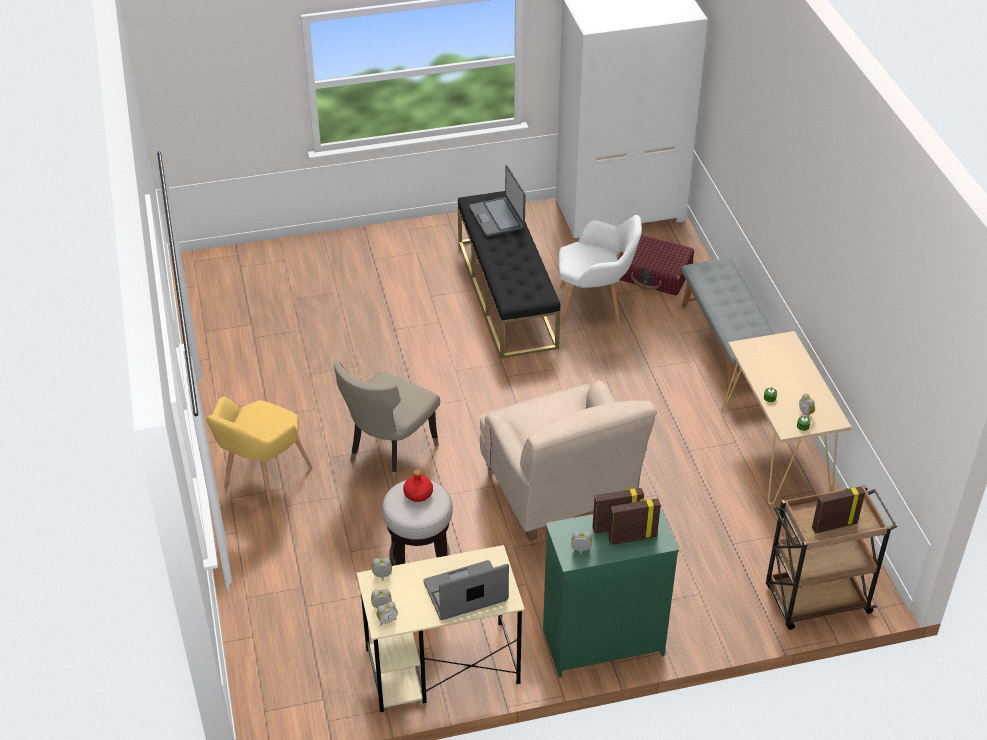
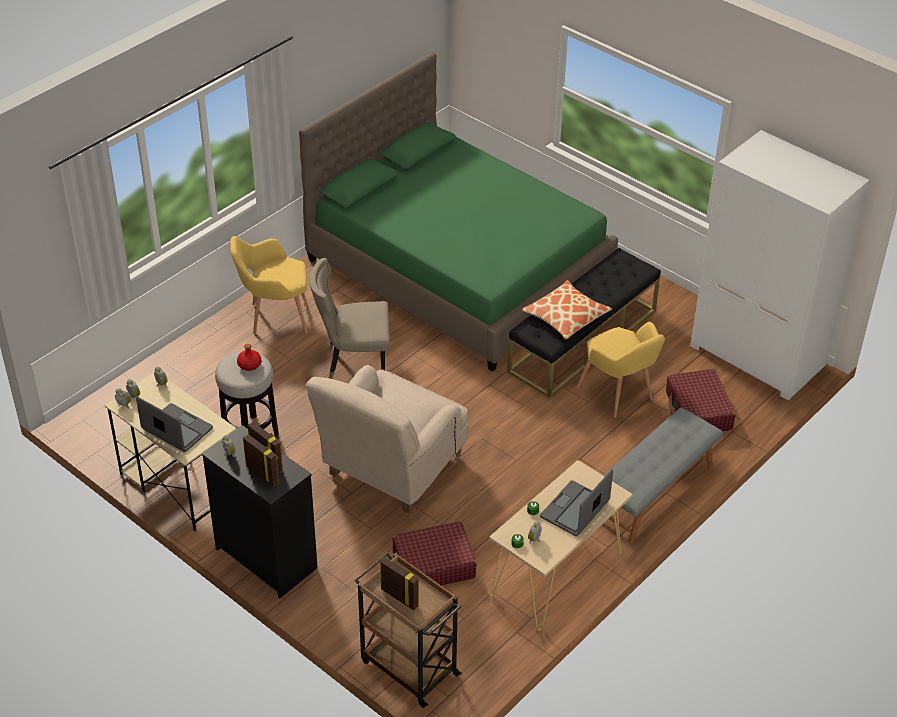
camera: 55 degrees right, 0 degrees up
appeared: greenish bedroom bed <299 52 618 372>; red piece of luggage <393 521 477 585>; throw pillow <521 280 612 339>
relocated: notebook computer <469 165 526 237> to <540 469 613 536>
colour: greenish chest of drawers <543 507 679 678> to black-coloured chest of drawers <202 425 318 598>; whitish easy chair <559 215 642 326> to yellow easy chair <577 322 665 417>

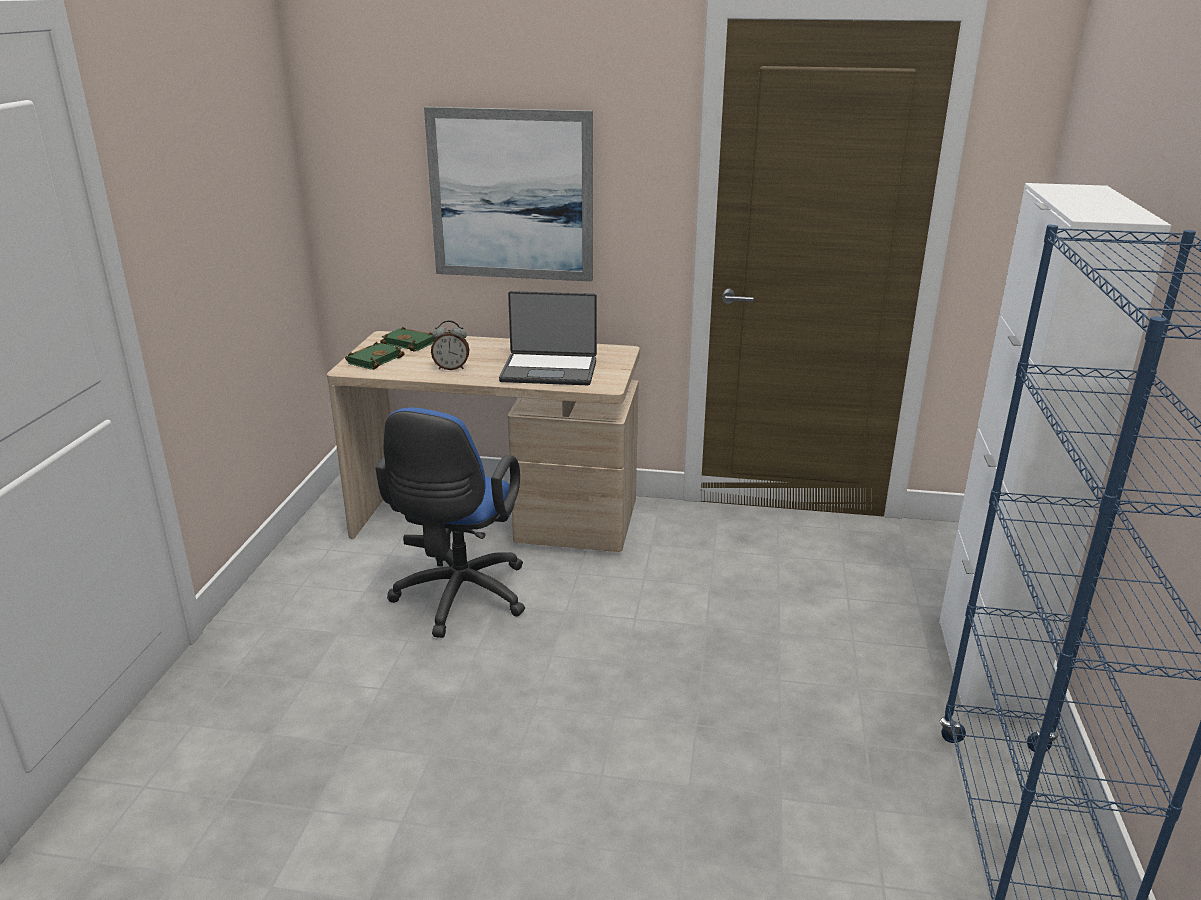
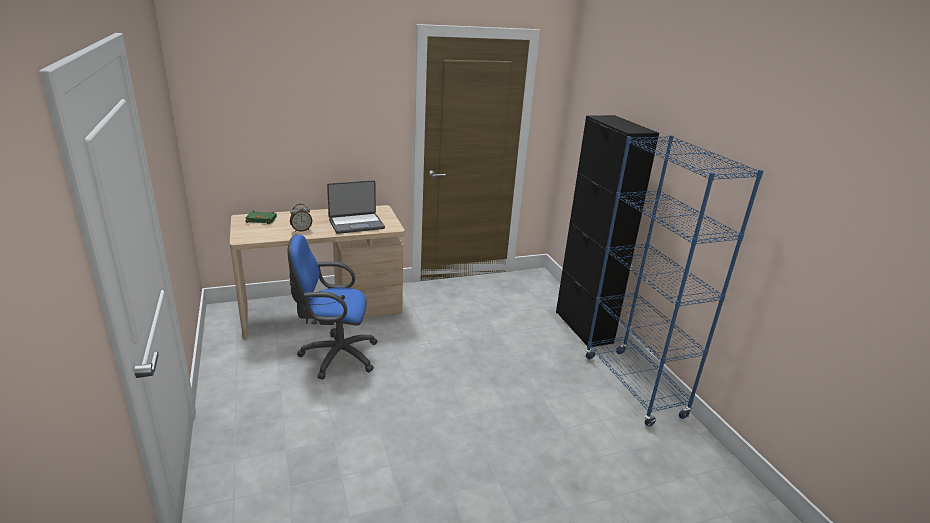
camera: 30 degrees left, 0 degrees up
missing: greenish book <345 342 405 370>; picture <424 107 593 282>
colour: whitish storage cabinet <939 183 1171 724> to black-coloured storage cabinet <556 115 659 348>
spun: blue desk chair <376 407 525 638> = <287 235 378 379> 105 degrees clockwise

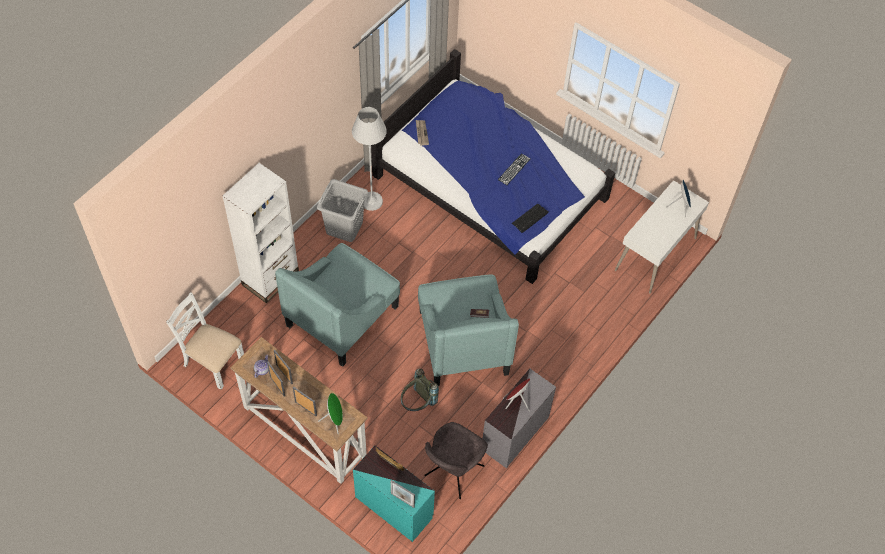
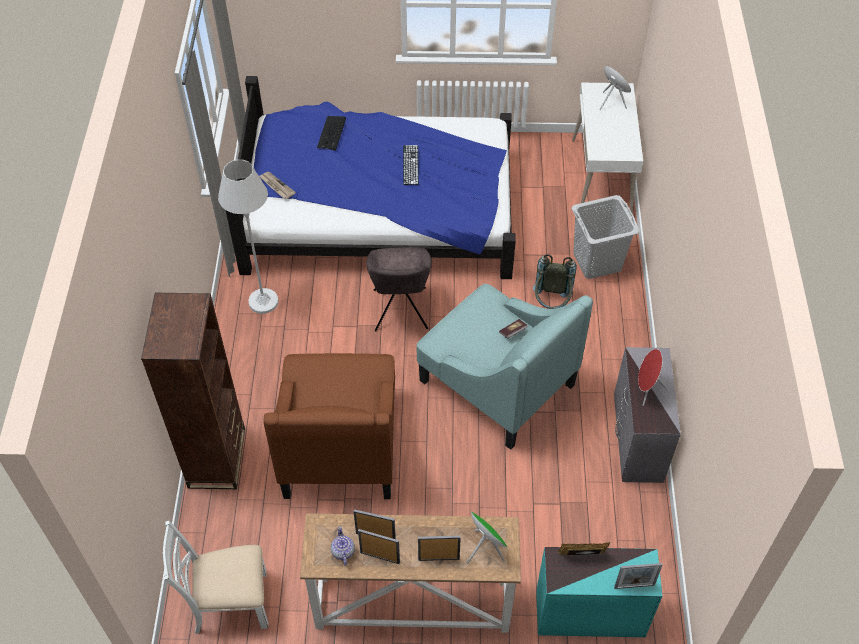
camera: 35 degrees left, 5 degrees down
relocated: gray hamper <317 179 368 242> to <572 195 639 279>; gray backpack <401 368 439 411> to <533 254 577 309>; gray plain chair <424 422 488 499> to <366 247 432 331>; PC keyboard <512 204 549 233> to <317 116 346 150>
colour: whitish bookshelf <222 163 299 303> to brownish bookshelf <141 293 245 489>; turquoise-coloured easy chair <275 243 400 367> to brownish easy chair <263 353 395 499>

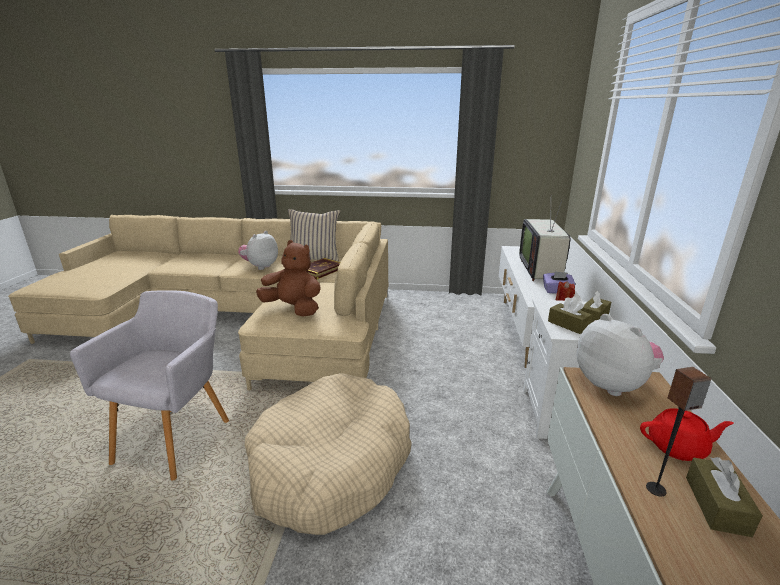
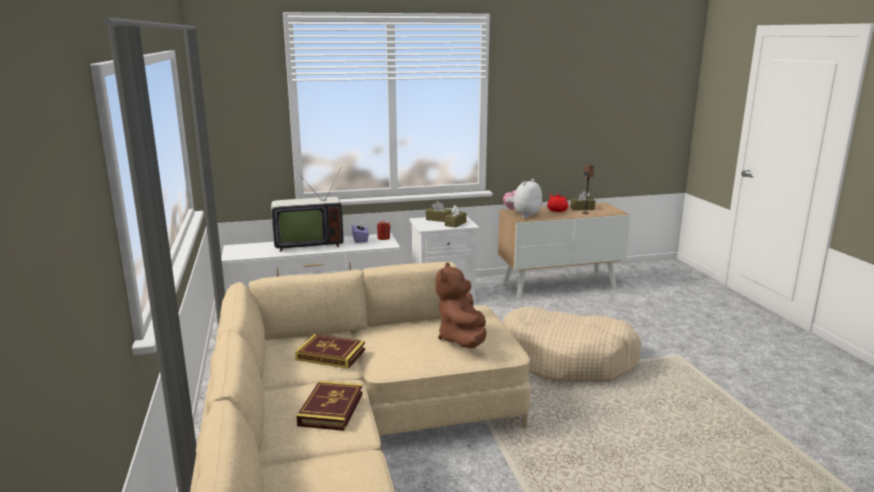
camera: 110 degrees left, 5 degrees down
missing: gray easy chair <70 290 229 481>; beige throw pillow <288 209 340 262>
exchanged: plush toy <238 231 278 270> to book <296 381 363 431>

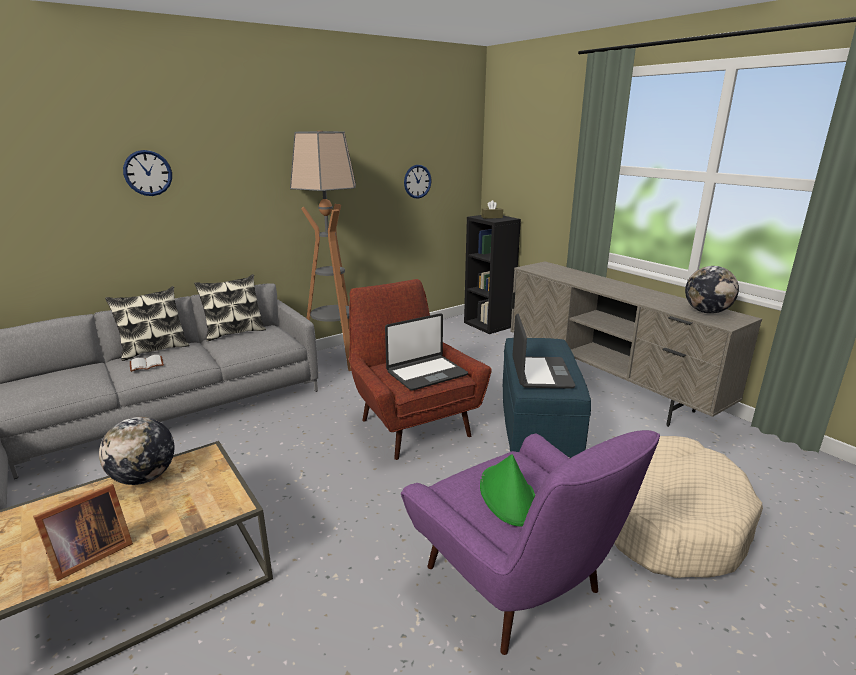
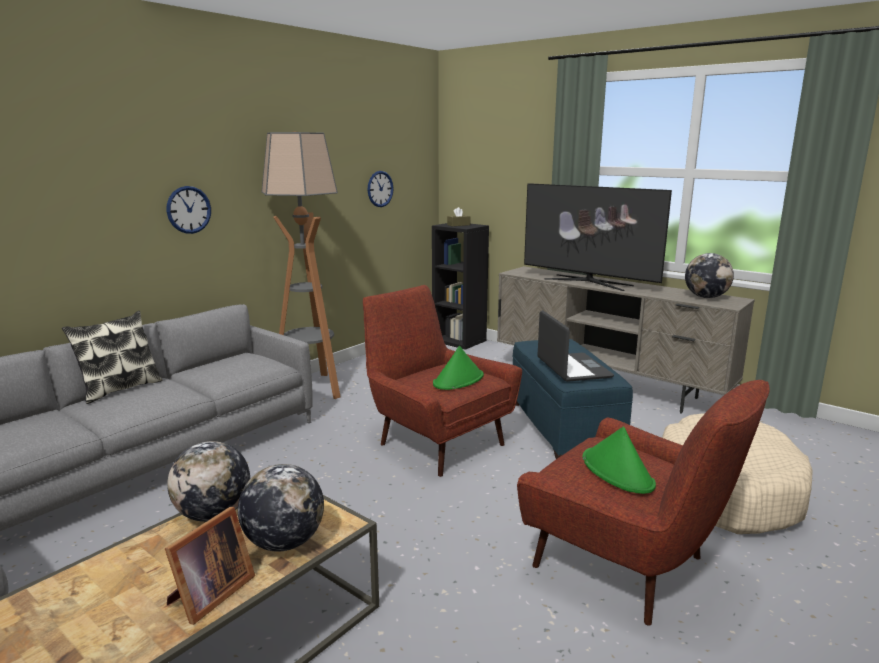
camera: 15 degrees left, 5 degrees down
missing: whitish book <130 355 164 372>; throw pillow <194 274 266 341>
appeared: desk globe <238 464 324 552>; TV <524 183 672 291>
relocated: wall clock <123 150 172 196> to <167 186 211 234>
exchanged: notebook computer <385 313 468 390> to greenish wearable hat <433 346 484 390>
colour: purplish easy chair <401 430 660 655> to red easy chair <517 380 770 626>

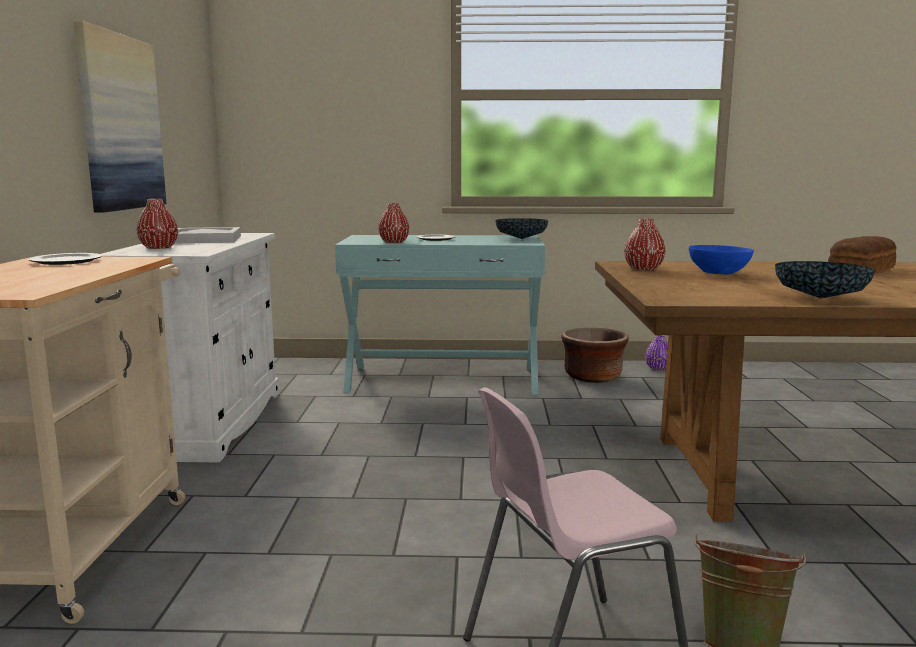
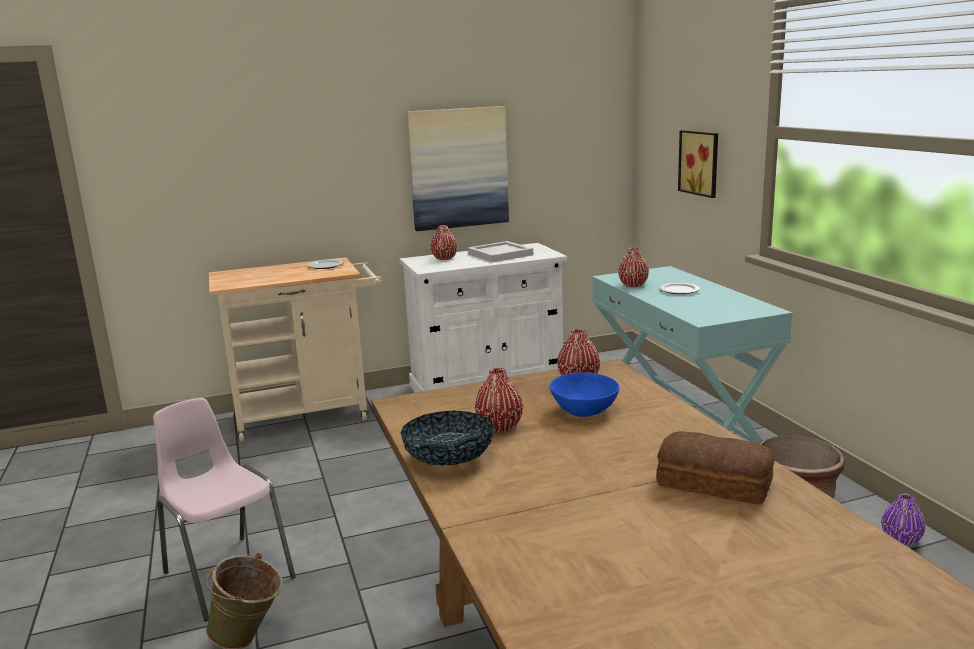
camera: 70 degrees right, 5 degrees up
missing: deep dish <495 218 548 239>
appeared: red decorative vase <475 368 523 432>; picture <678 130 718 198>

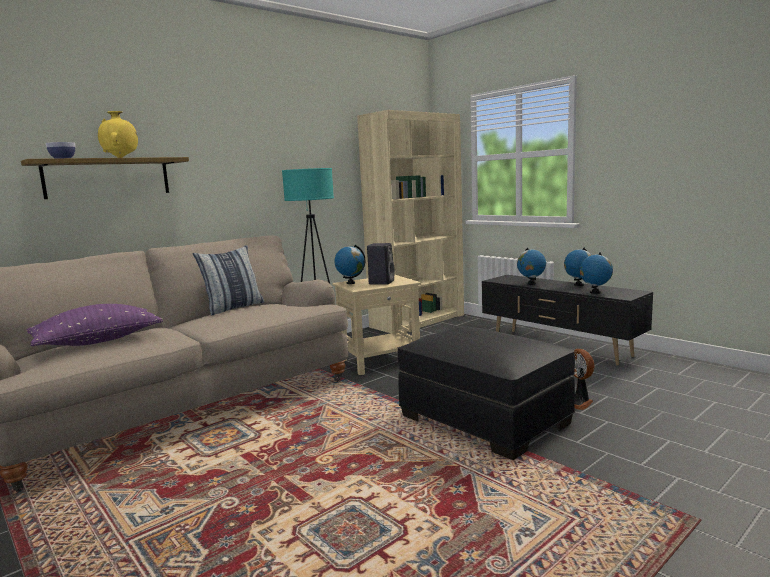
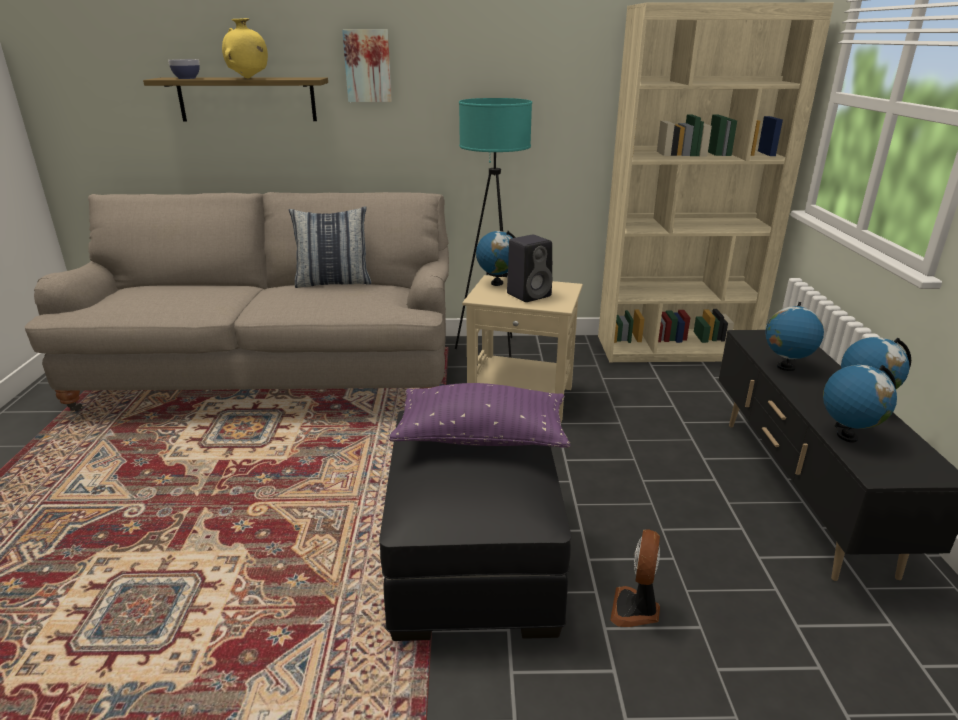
camera: 40 degrees right, 15 degrees up
appeared: picture <342 29 392 102>
relocated: purplish throw pillow <27 304 163 346> to <389 383 571 448>

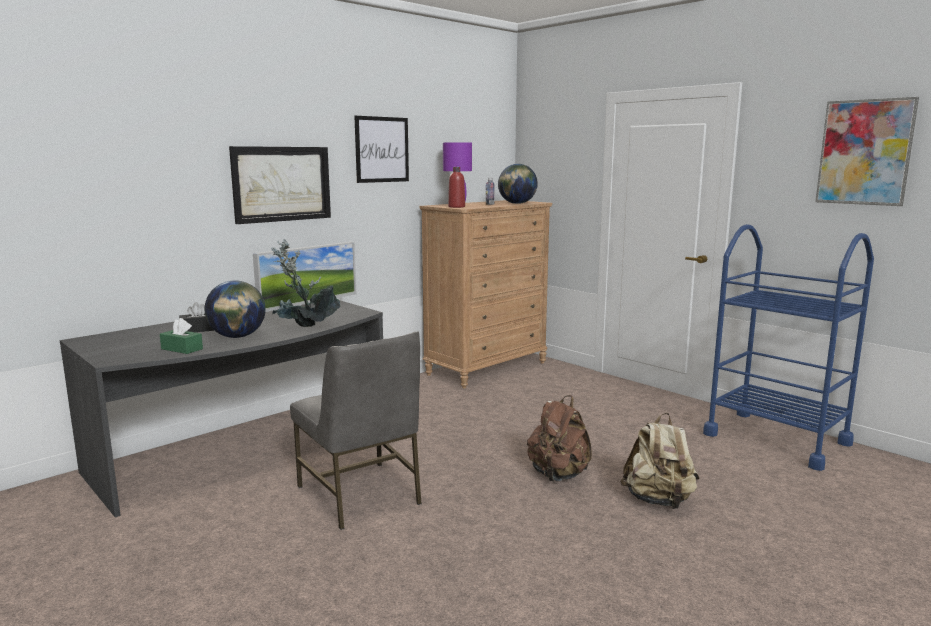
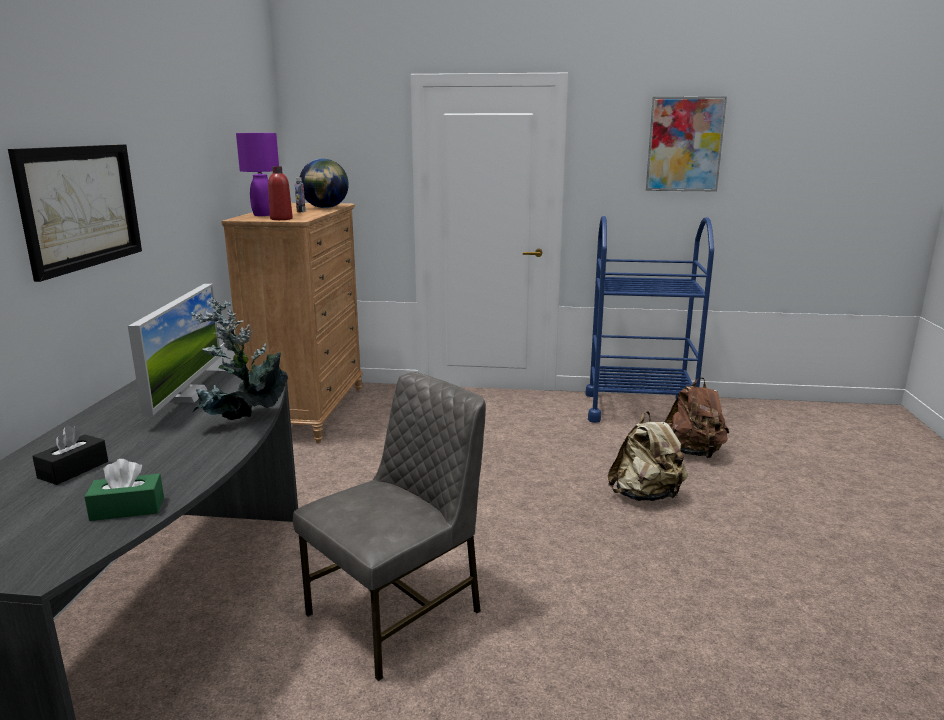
camera: 40 degrees left, 5 degrees up
missing: desk globe <204 280 266 338>; picture <354 116 409 183>
relocated: brownish backpack <527 395 592 481> to <665 377 729 458>
spun: gray plain chair <290 331 422 530> = <293 372 486 681> 60 degrees counterclockwise

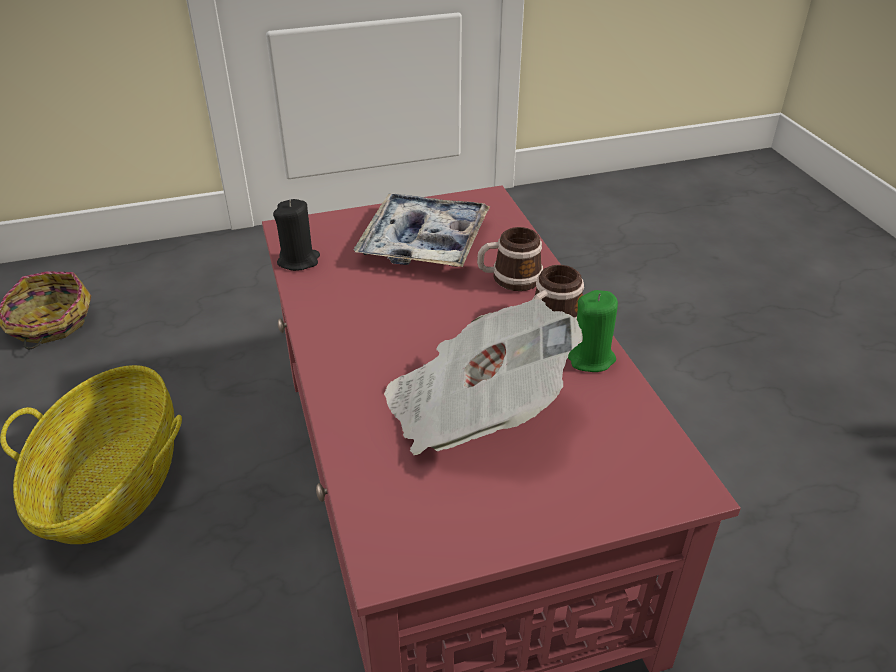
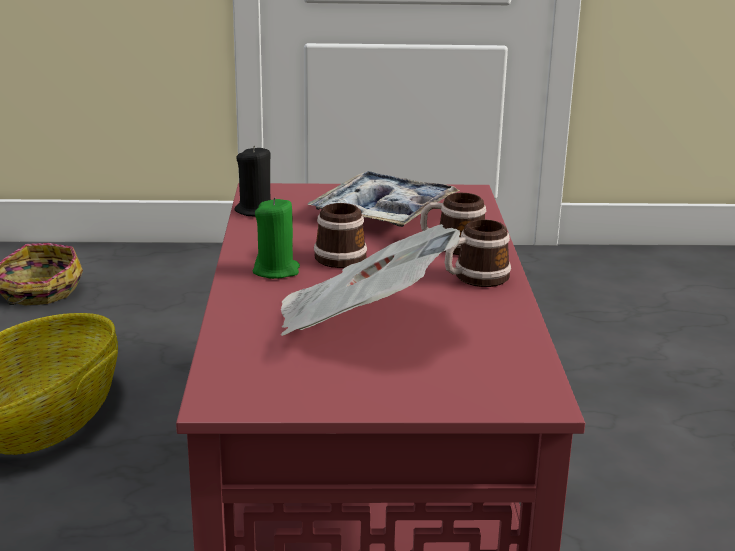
camera: 15 degrees right, 15 degrees down
appeared: tea mug <314 203 367 268>
relocated: greenish wax light <568 290 618 372> to <253 198 300 279>

